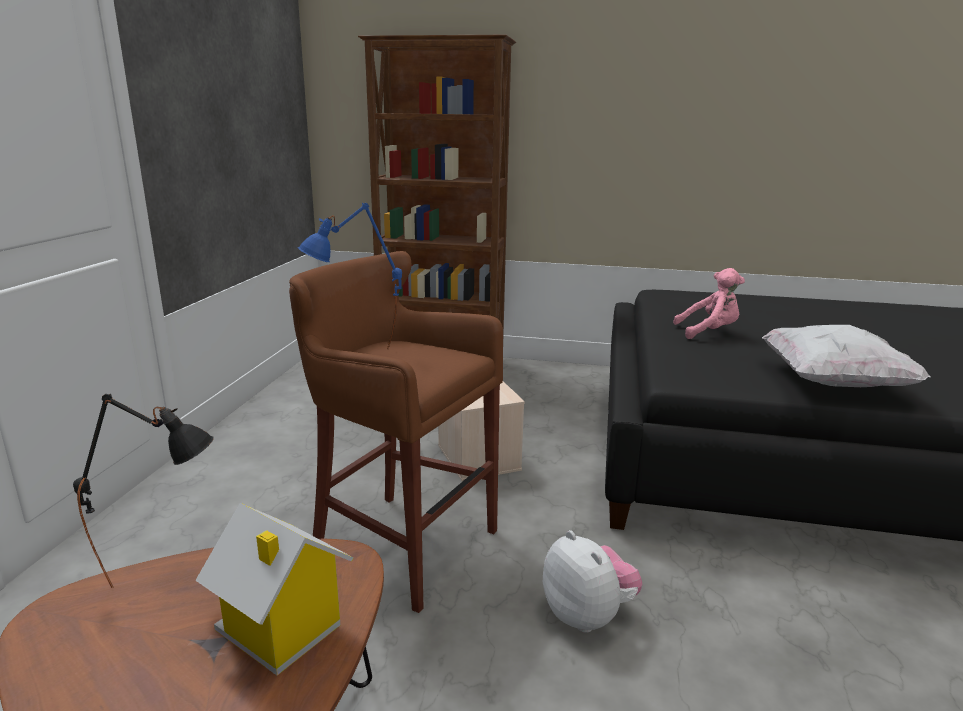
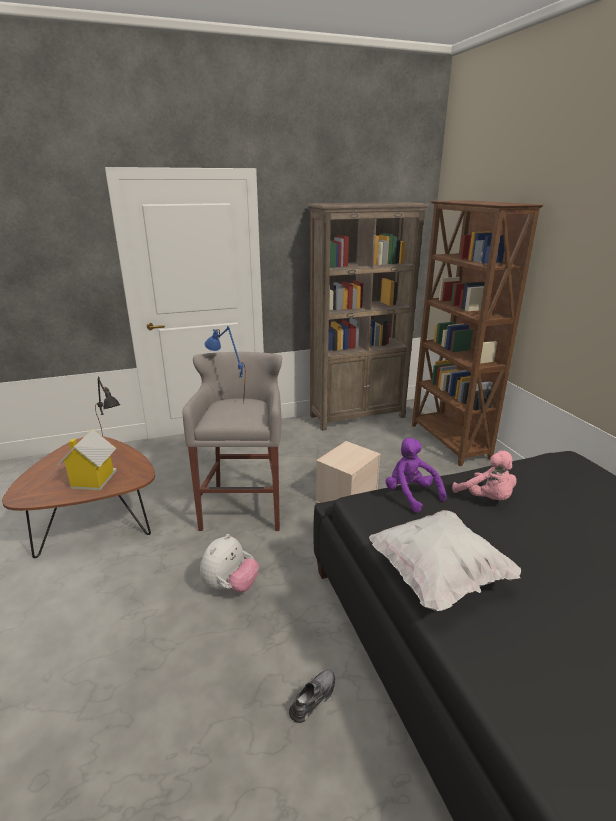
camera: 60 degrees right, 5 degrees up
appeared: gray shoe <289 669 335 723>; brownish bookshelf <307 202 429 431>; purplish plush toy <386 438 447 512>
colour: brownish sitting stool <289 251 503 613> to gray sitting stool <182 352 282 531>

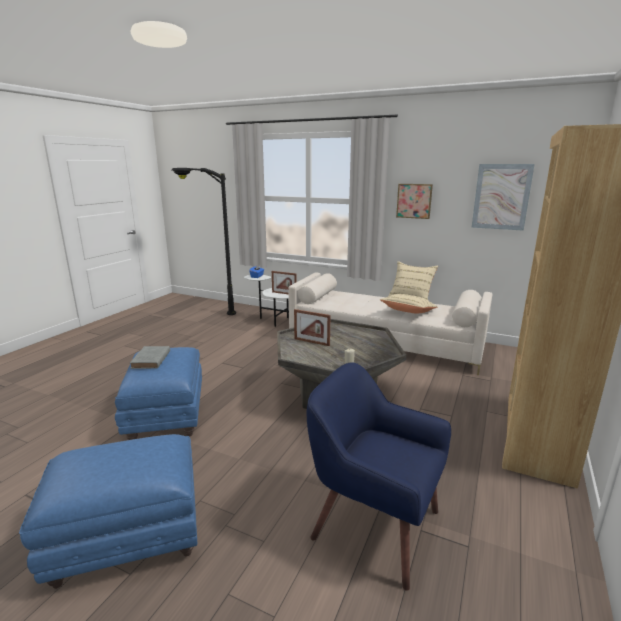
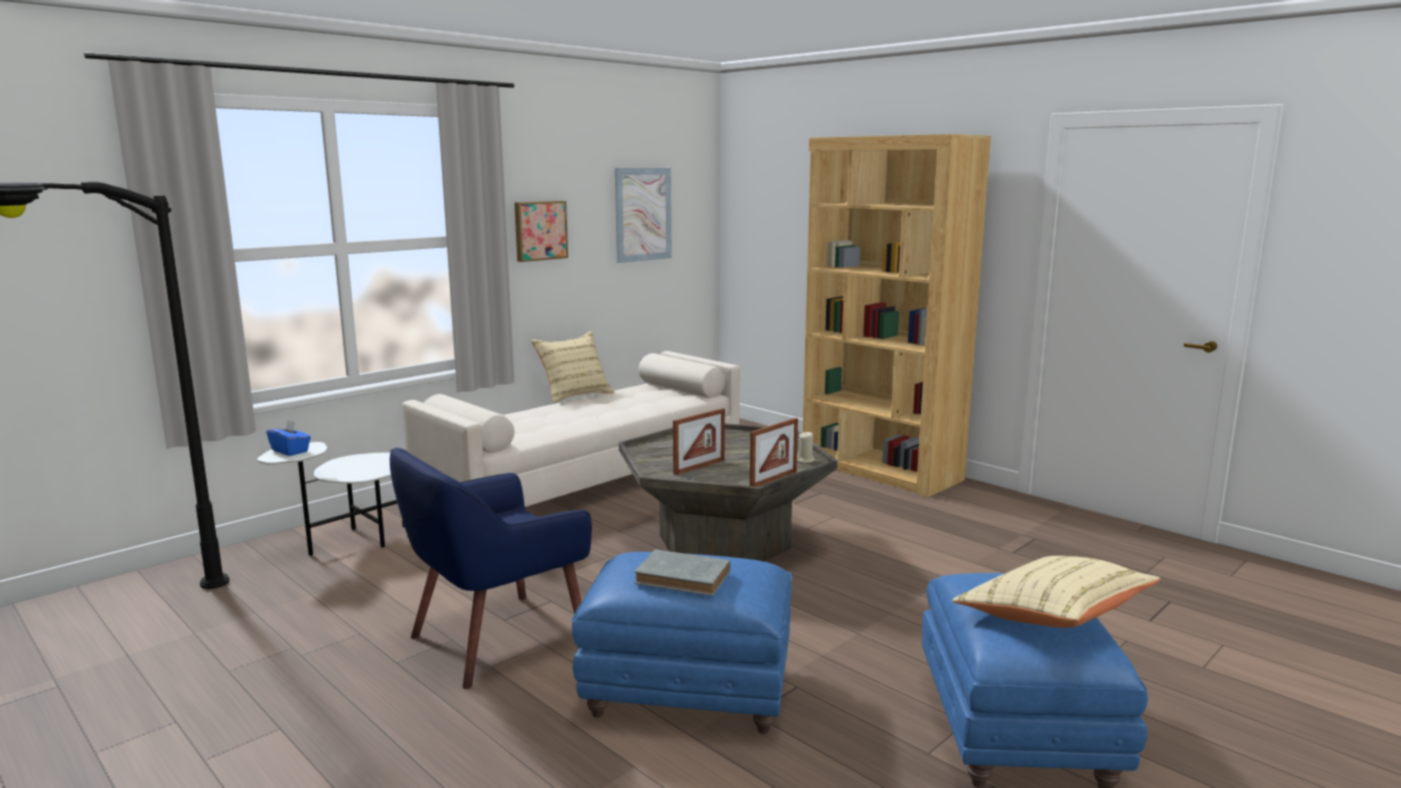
camera: 70 degrees left, 5 degrees down
relocated: picture frame <272 271 297 295> to <750 418 798 487>; blue easy chair <307 362 451 591> to <390 448 592 689>; beige throw pillow <380 294 438 314> to <952 556 1160 628>

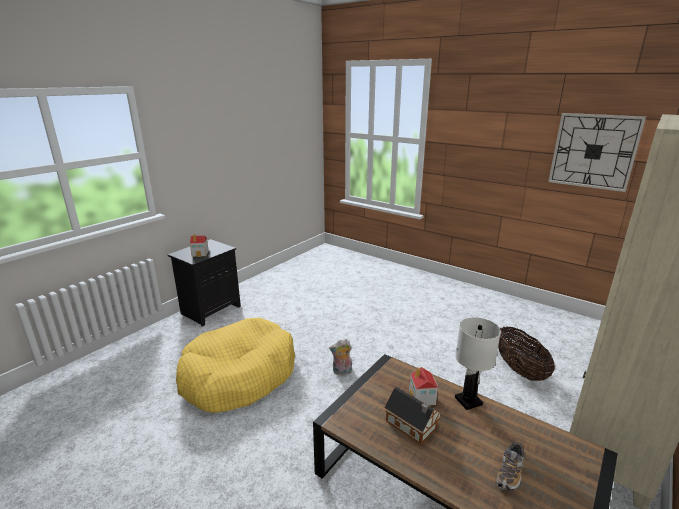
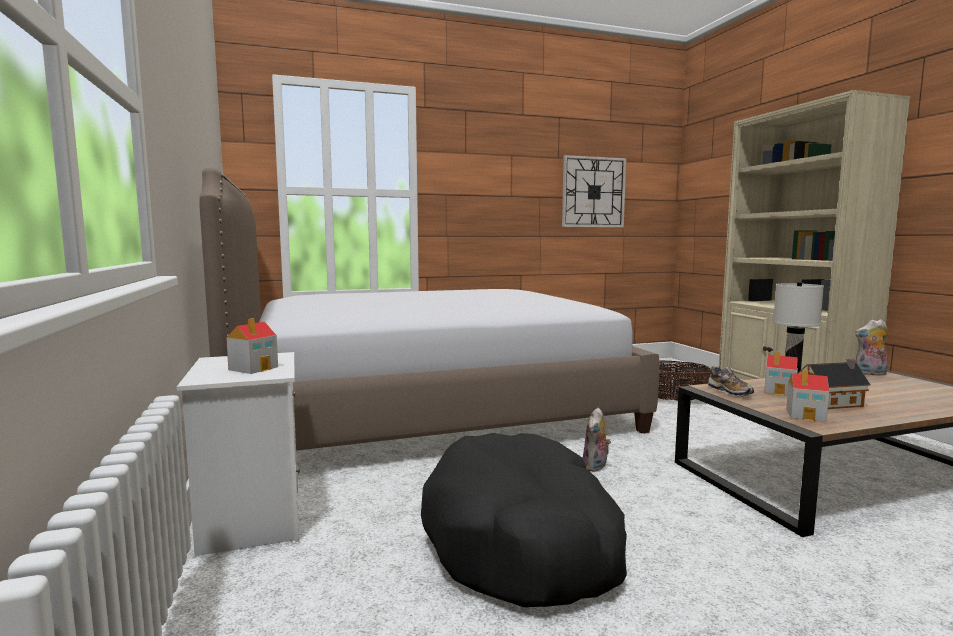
camera: 55 degrees left, 15 degrees down
appeared: bedroom bed <199 168 659 451>; miniature house <786 370 829 422>; plush toy <855 319 888 375>
relocated: shoe <497 441 525 491> to <708 366 754 397>
colour: black-coloured nightstand <167 239 241 327> to whitish nightstand <177 352 300 556>; yellow pet bed <176 318 295 413> to black-coloured pet bed <421 433 627 607>

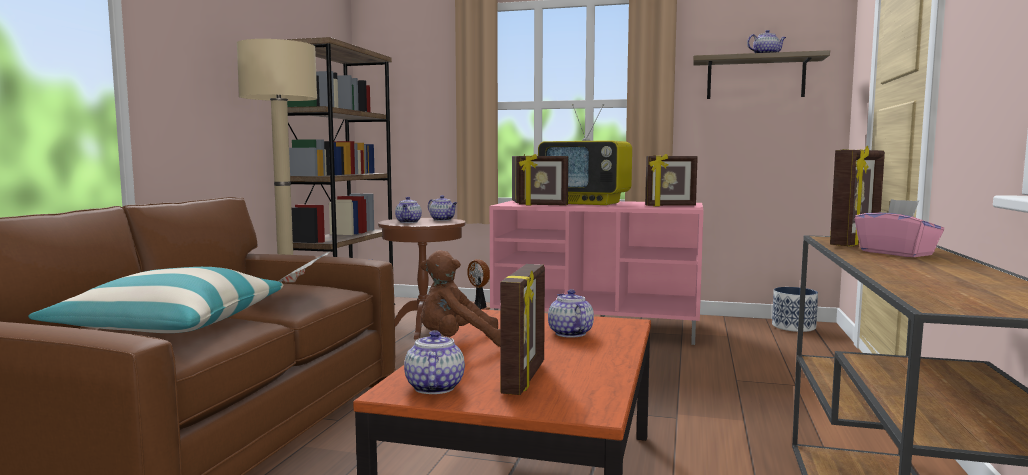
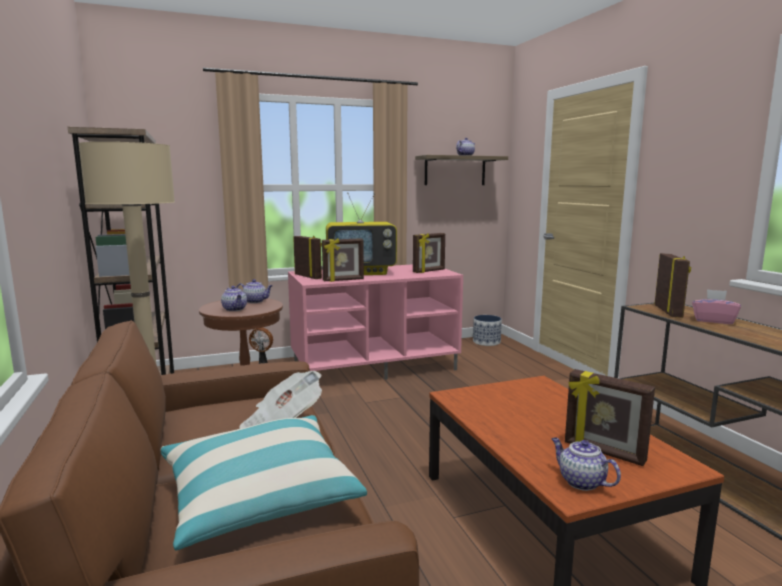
camera: 35 degrees left, 5 degrees up
missing: brownish plush toy <420 250 500 347>; tea pot <548 289 594 338>
spun: picture frame <500 264 545 395> = <565 369 655 466> 150 degrees clockwise

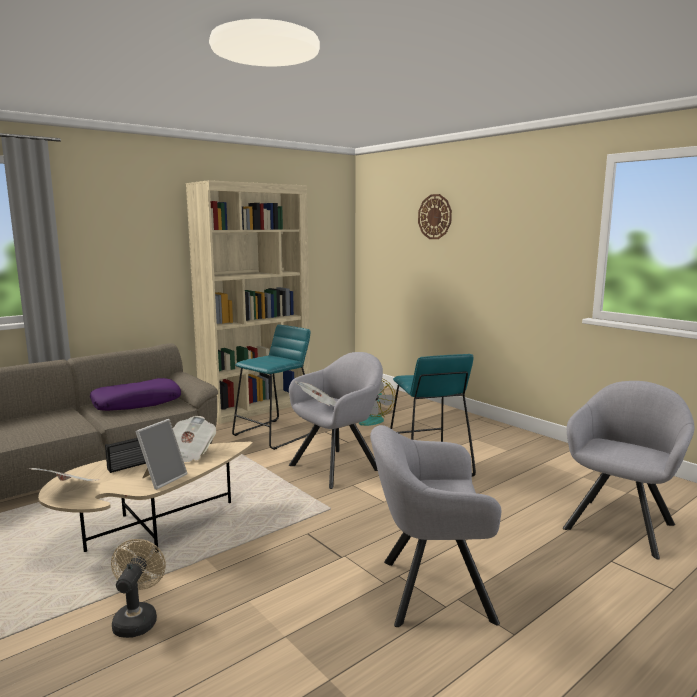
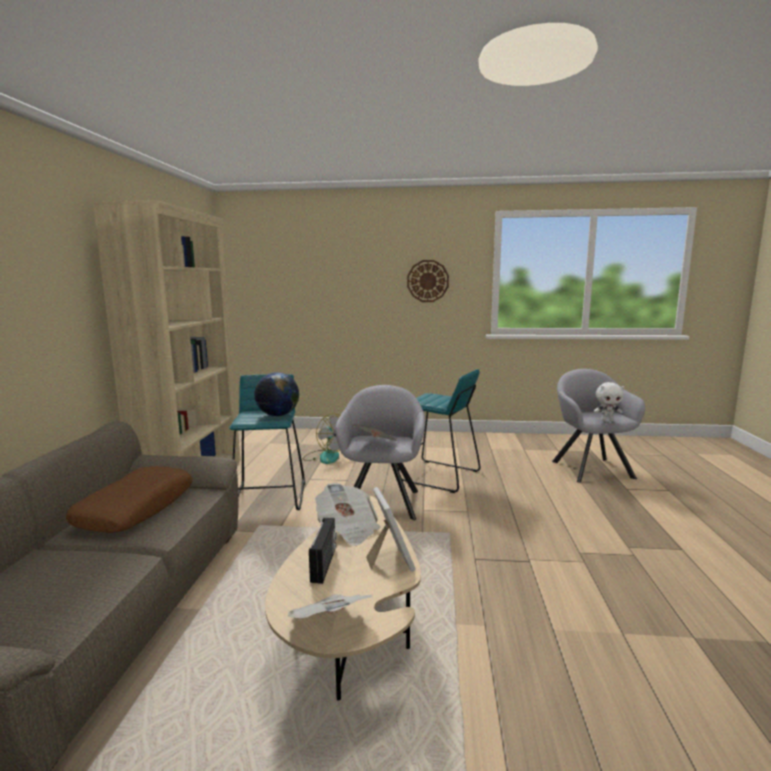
camera: 45 degrees left, 0 degrees up
missing: beige fan <111 539 166 638>; gray easy chair <370 425 501 627>
appeared: desk globe <254 372 299 416>; whitish plush toy <594 382 624 421>
relocated: wall clock <418 194 452 239> to <407 260 449 302>
colour: purplish throw pillow <90 378 181 411> to brownish throw pillow <66 466 192 533>

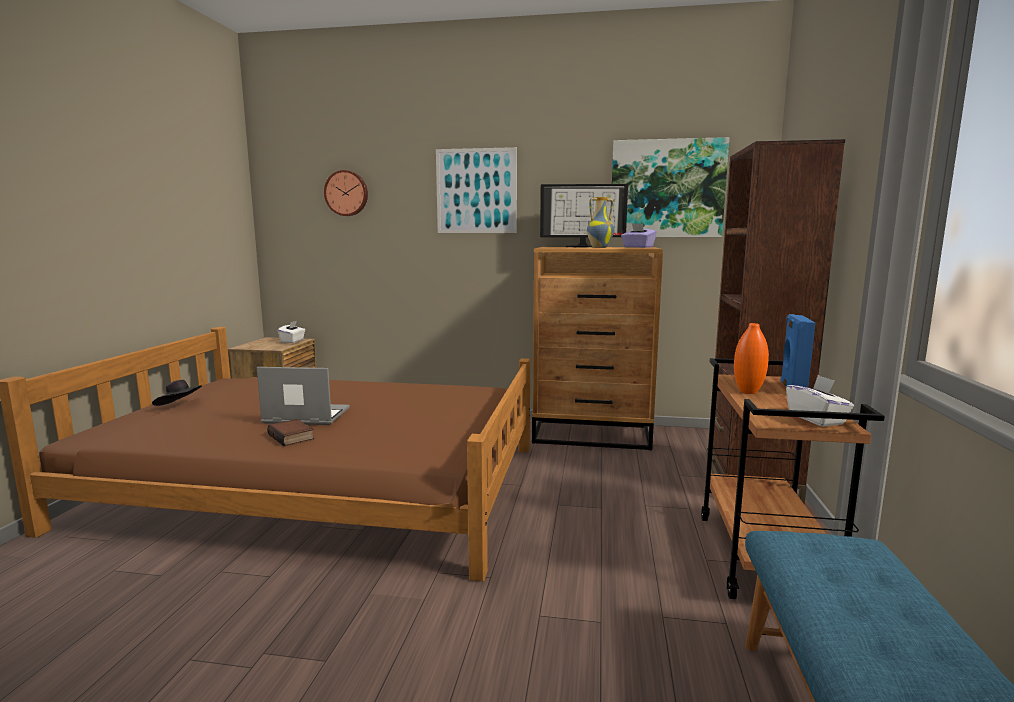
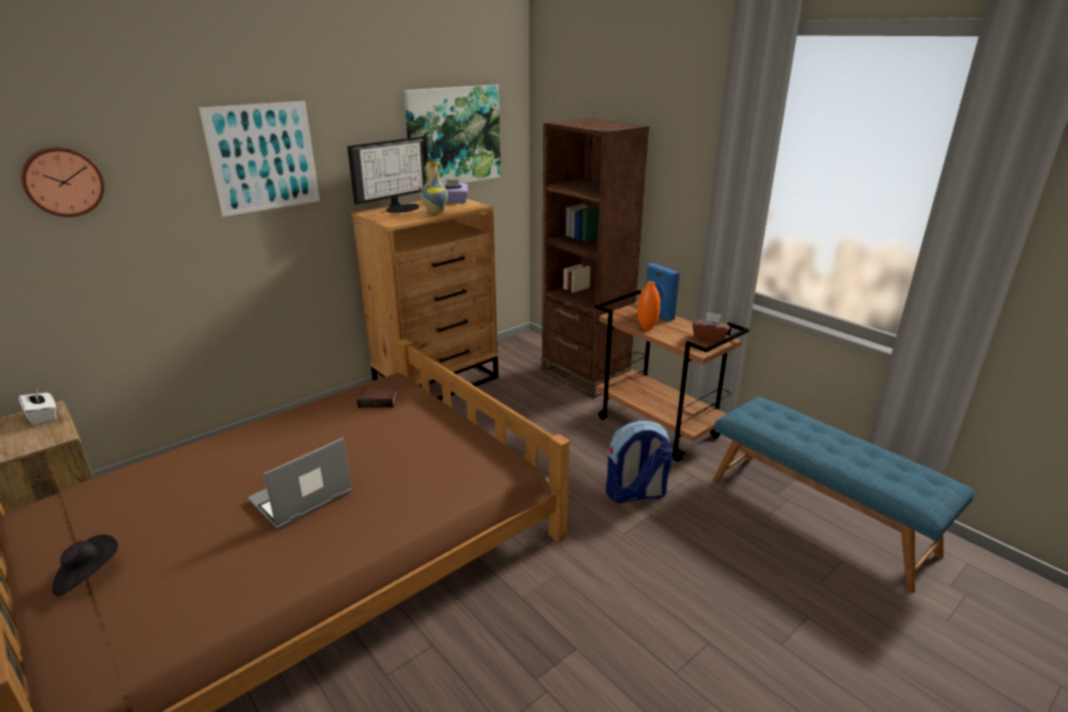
camera: 50 degrees left, 15 degrees up
appeared: backpack <606 420 672 504>
relocated: book <267 419 314 446> to <357 387 398 408>
colour: whitish box of tissues <786 375 854 426> to brownish box of tissues <692 312 730 343>

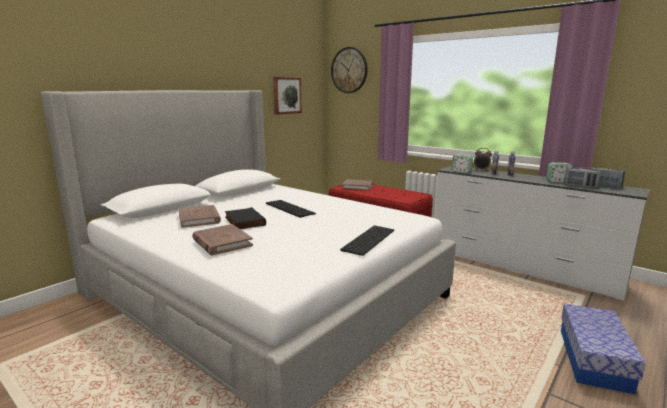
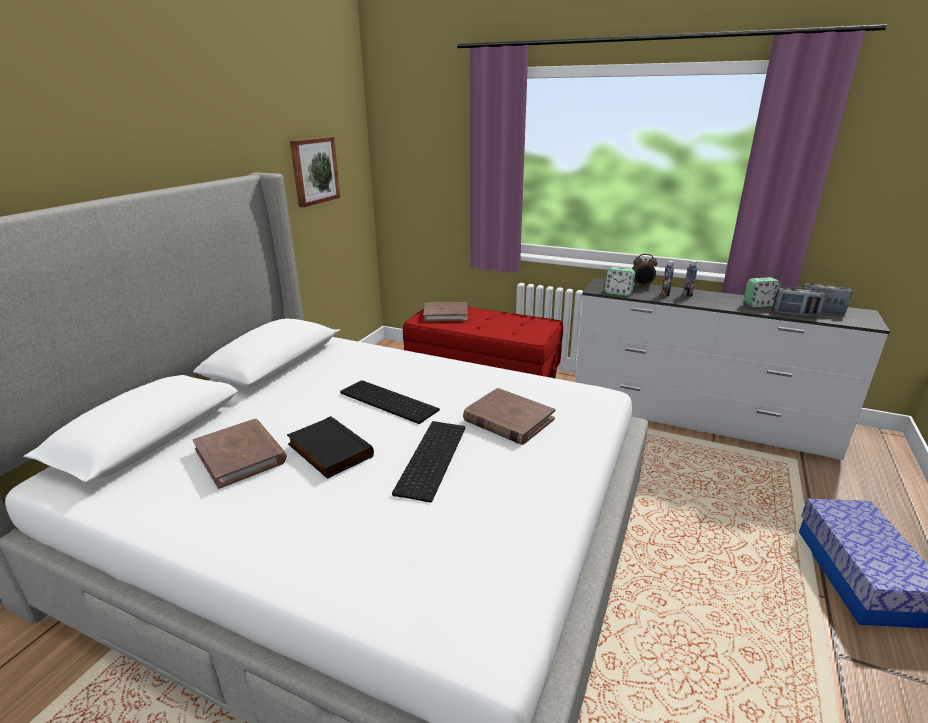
camera: 15 degrees left, 10 degrees up
missing: wall clock <331 47 368 93>
relocated: brownish book <192 224 253 255> to <463 388 555 445>; PC keyboard <340 225 394 256> to <392 421 465 503>

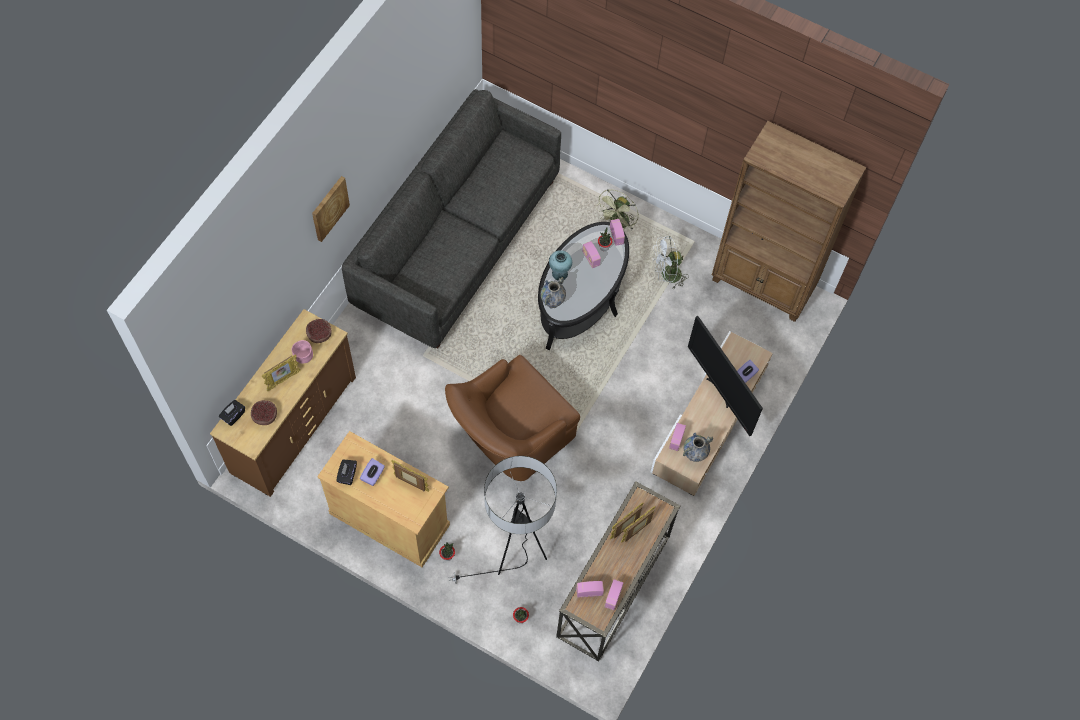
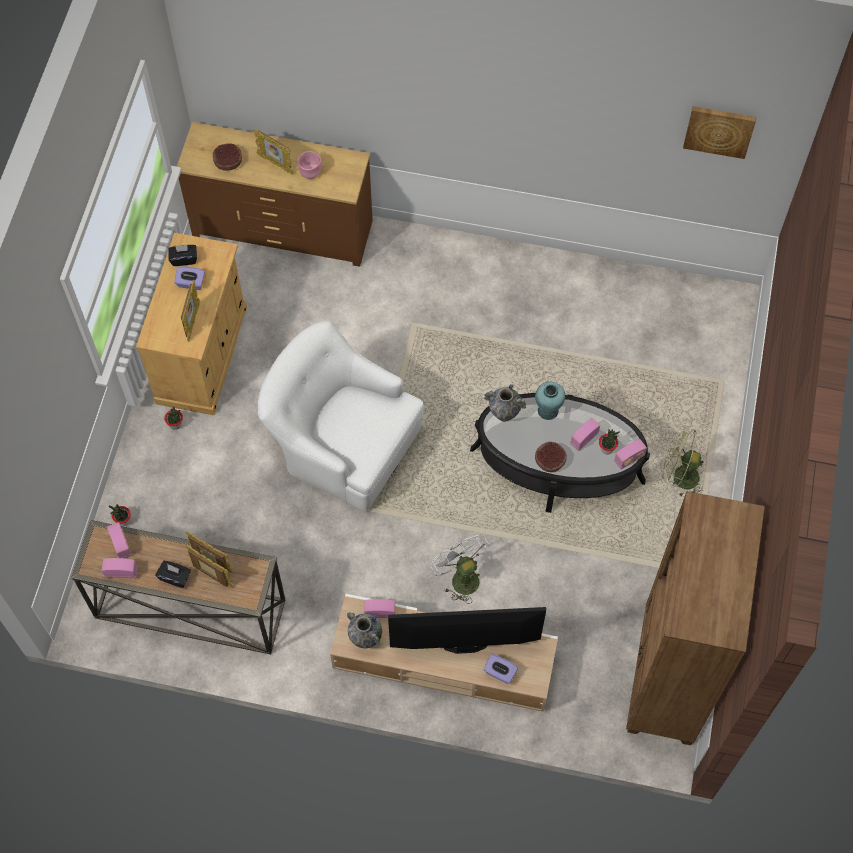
camera: 75 degrees right, 0 degrees up
missing: gray sofa <342 89 561 348>; standard lamp <449 456 557 583>
relocated: black-coloured box of tissues <219 400 245 426> to <155 561 191 588>; deep dish <306 319 332 343> to <535 442 567 472>; picture <312 176 350 242> to <683 106 756 159>; whitish fan <653 236 689 289> to <431 534 489 604>
colour: brownish easy chair <445 355 580 481> to whitish easy chair <258 320 424 511>
spun: TV <688 316 763 436> = <388 607 546 654> 45 degrees clockwise

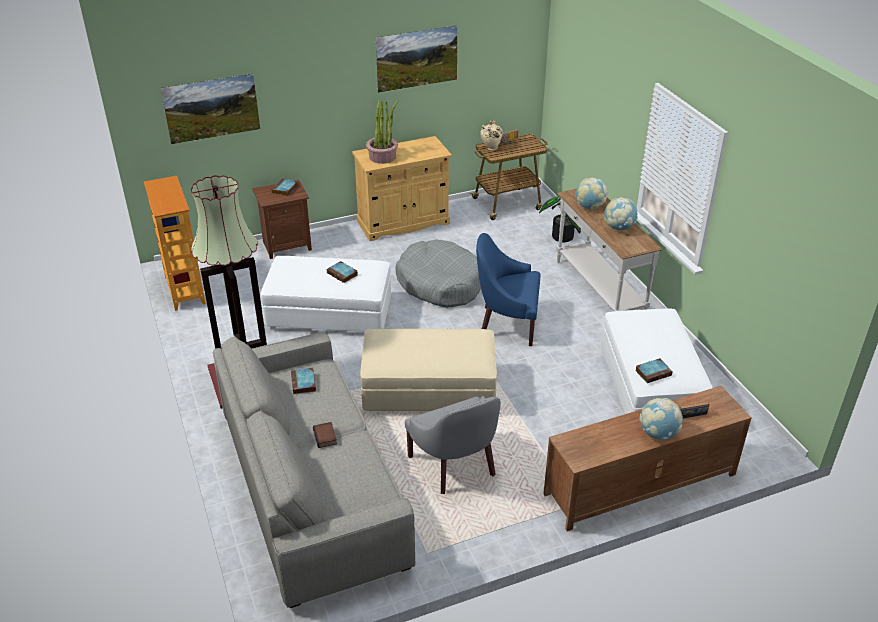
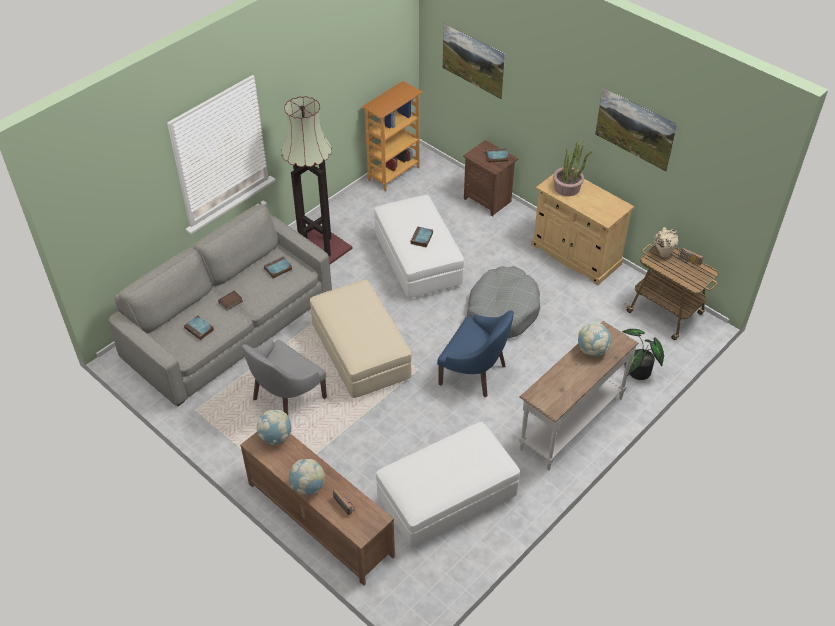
camera: 65 degrees right, 10 degrees up
relocated: desk globe <604 197 638 230> to <257 410 292 445>; book <635 358 673 383> to <184 315 214 340>
spun: blue easy chair <476 233 540 346> = <437 310 514 397> 135 degrees clockwise

